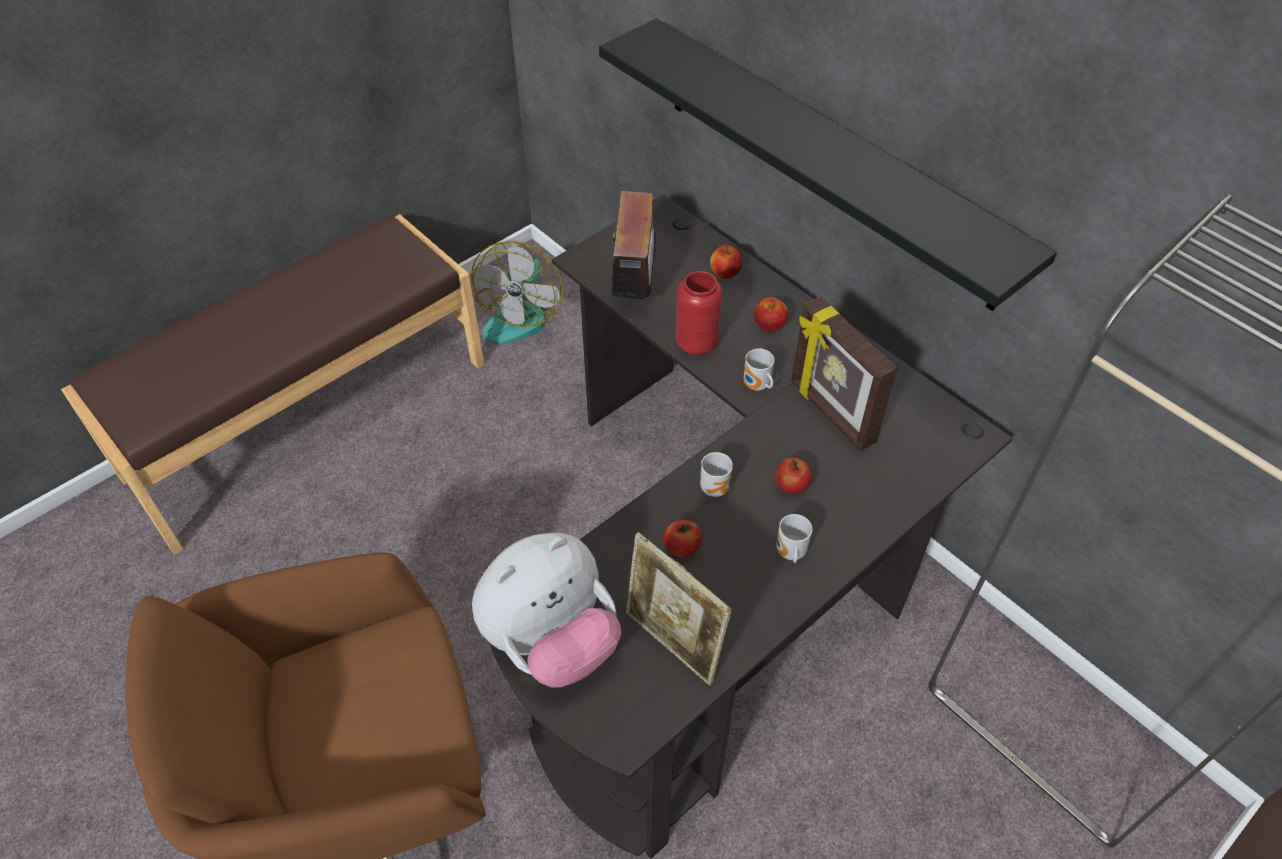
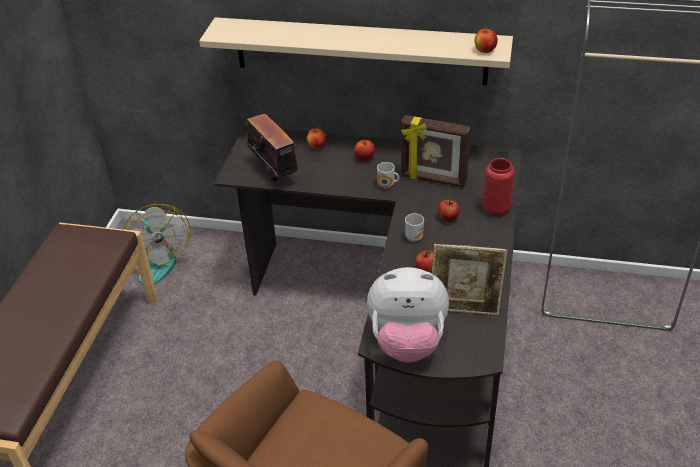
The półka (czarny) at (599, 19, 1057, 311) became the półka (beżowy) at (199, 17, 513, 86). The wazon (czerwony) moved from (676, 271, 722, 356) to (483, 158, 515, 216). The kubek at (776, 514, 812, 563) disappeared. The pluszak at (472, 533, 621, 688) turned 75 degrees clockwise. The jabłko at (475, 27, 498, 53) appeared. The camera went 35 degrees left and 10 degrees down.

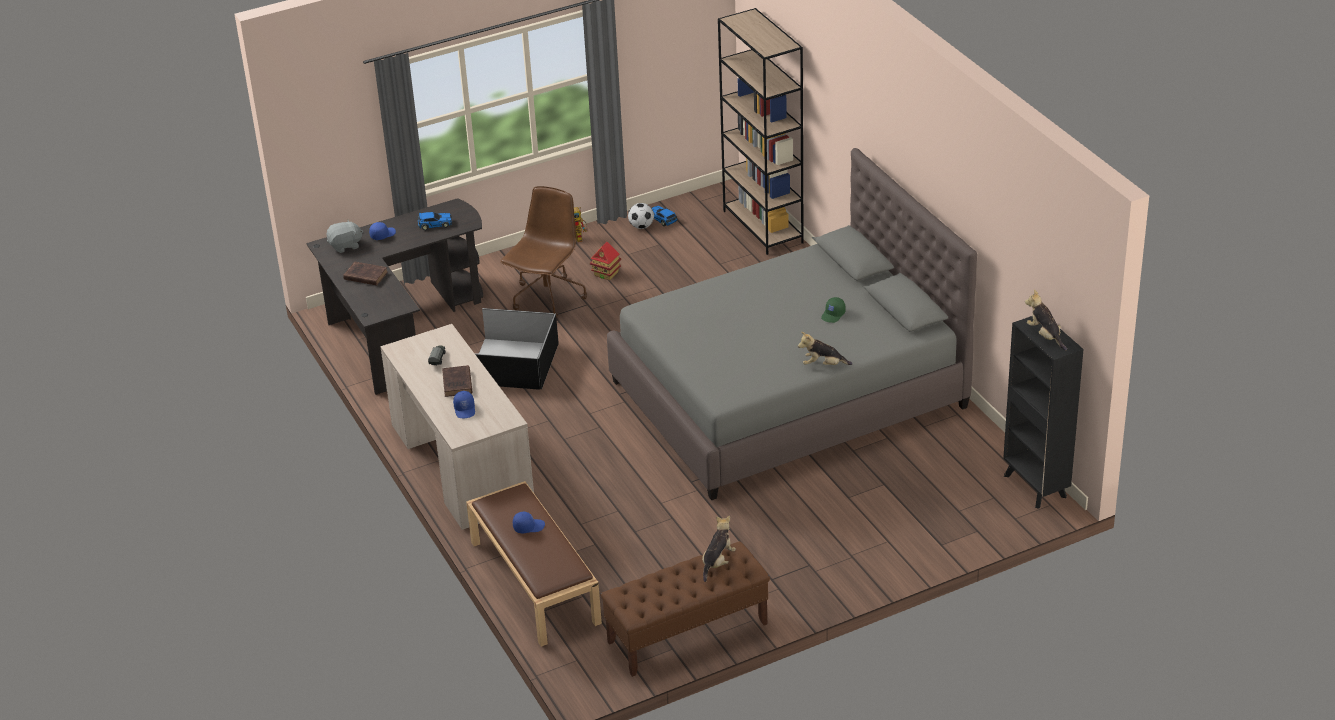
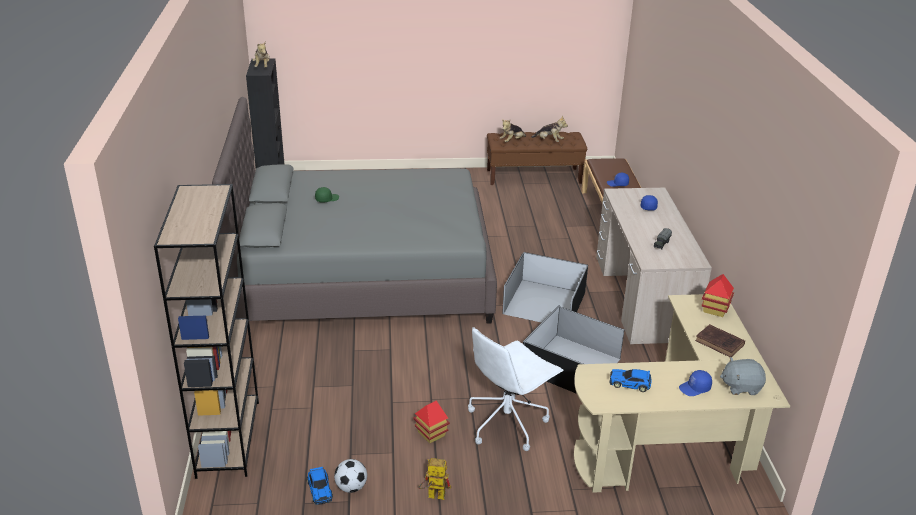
The krzesło biurowe (brązowy) at (500, 186, 587, 318) became the krzesło biurowe (biały) at (468, 327, 563, 451). The biurko (czarny) at (306, 198, 483, 395) became the biurko (beżowy) at (574, 294, 790, 493). The pluszak moved from (798, 332, 852, 365) to (531, 115, 568, 142). The książka (brązowy) at (442, 365, 472, 397) disappeared. The pojemnik do przechowywania (czarny) at (502, 252, 588, 322) appeared. The domek at (702, 274, 734, 317) appeared. The camera went 160 degrees left and 5 degrees down.

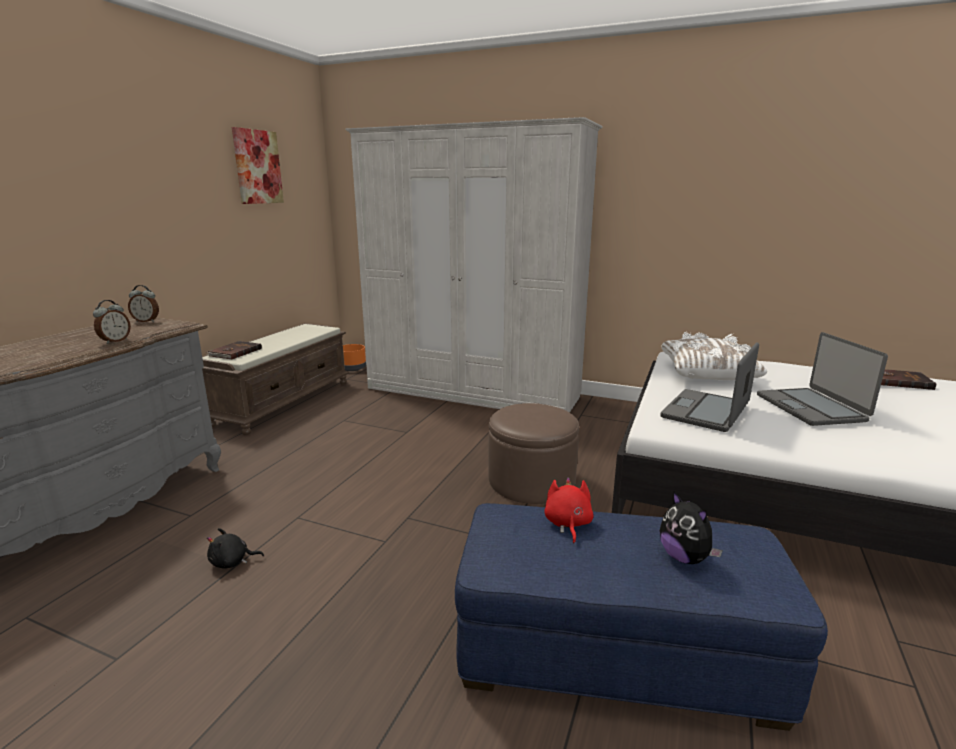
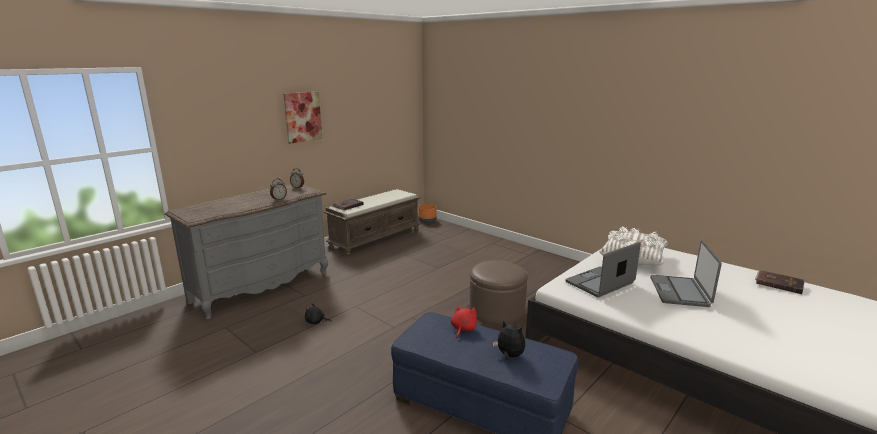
The szafa (biały) at (345, 117, 603, 413) disappeared. The obraz moved from (232, 127, 284, 204) to (283, 92, 322, 144). The pluszak at (660, 492, 723, 564) turned 135 degrees clockwise. The camera went 20 degrees right and 0 degrees up.

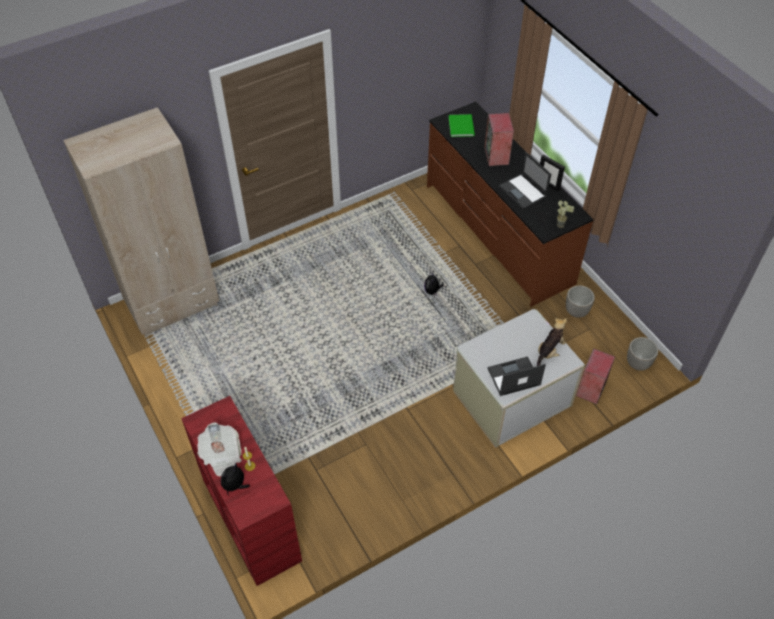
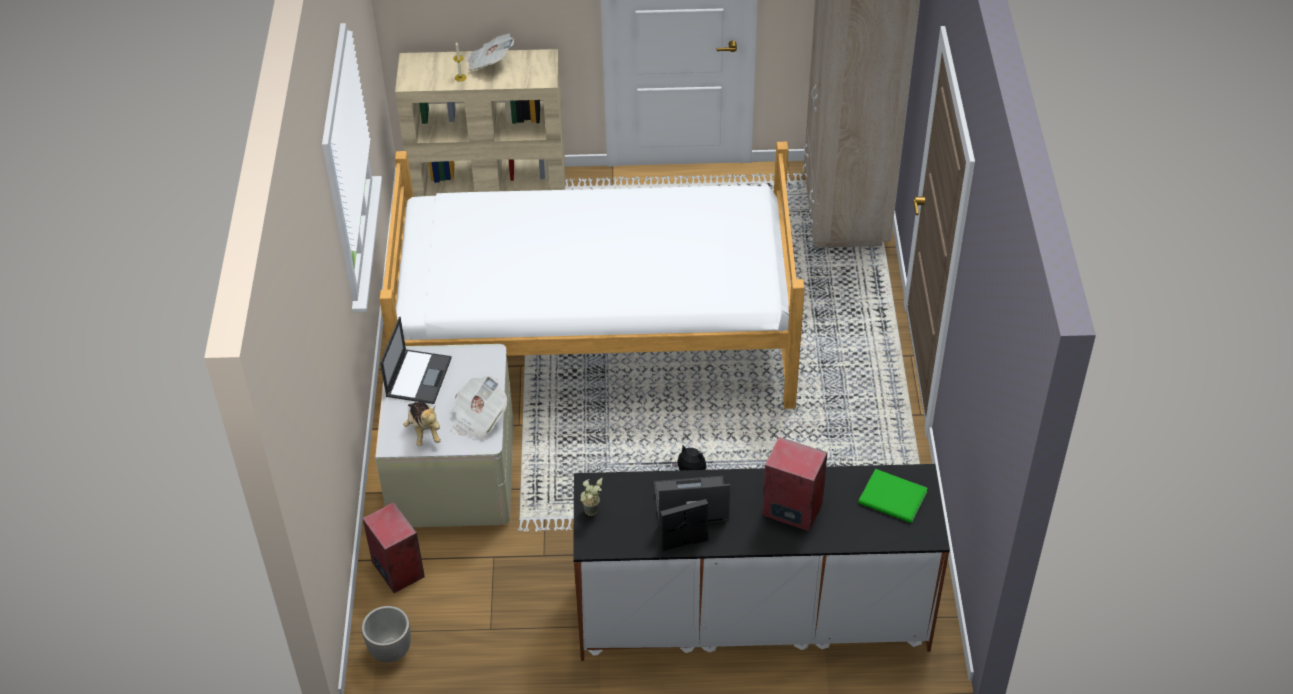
The donica at (566, 286, 595, 318) disappeared. The regał (czerwony) at (181, 396, 302, 586) became the regał (beżowy) at (395, 49, 566, 197). The pluszak at (221, 464, 250, 496) disappeared. The łóżko at (379, 142, 805, 409) appeared. The gazeta at (452, 376, 507, 438) appeared. The camera went 120 degrees right and 5 degrees down.

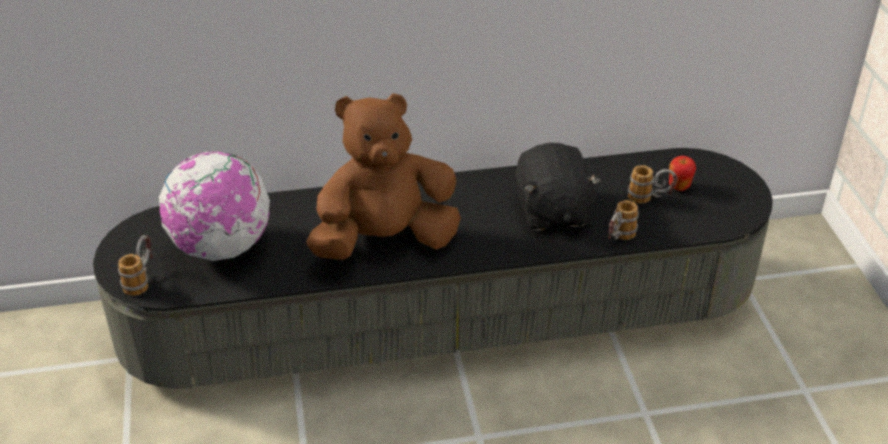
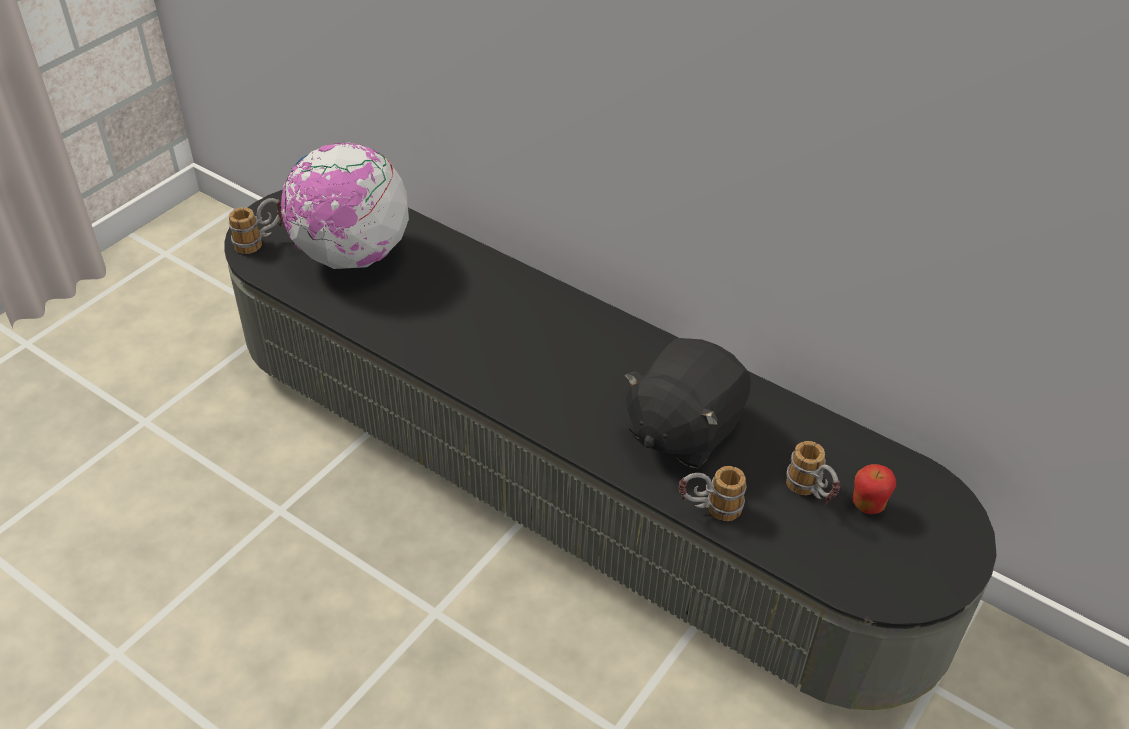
The pluszak (brązowy) at (306, 93, 461, 260) disappeared. The camera went 45 degrees right and 5 degrees up.

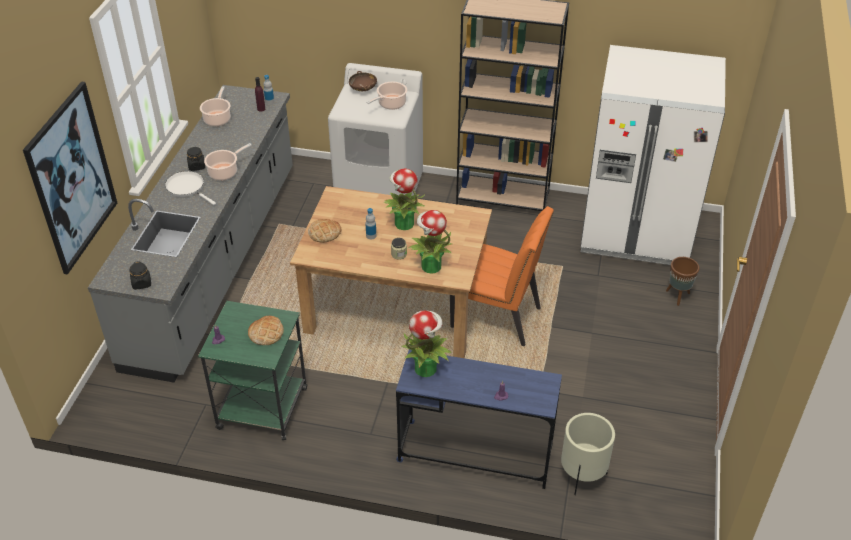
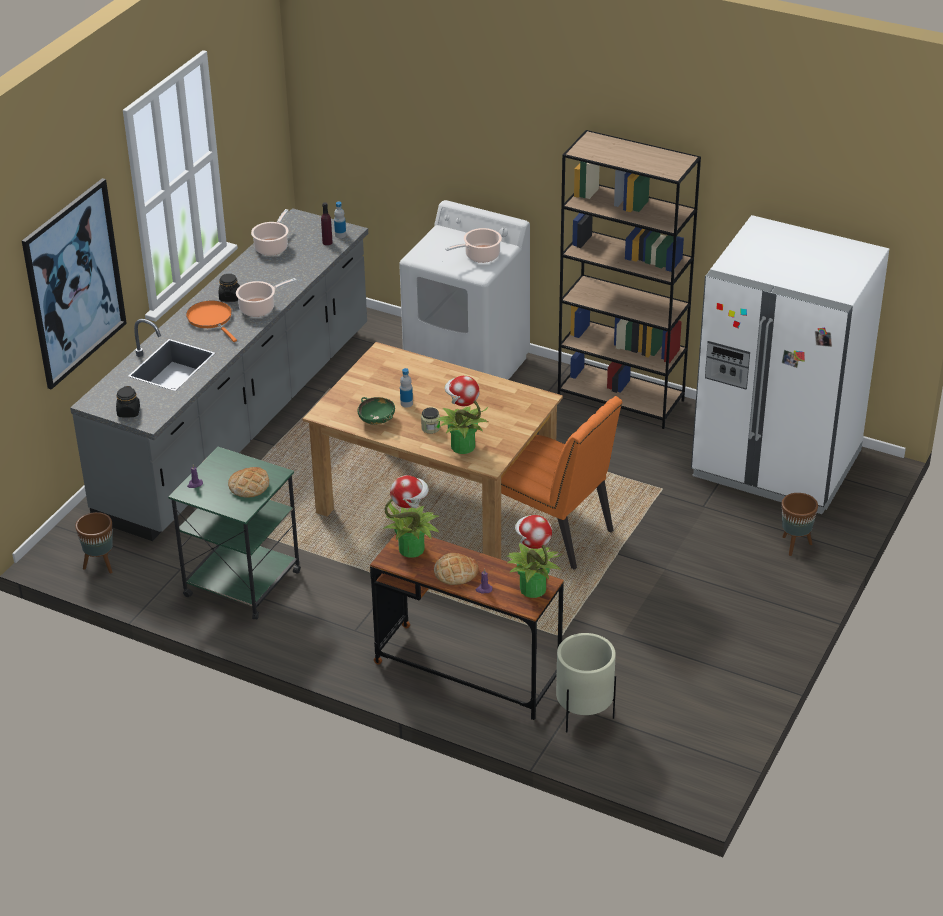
The miska (brązowy) at (349, 71, 377, 91) disappeared. The roślina doniczkowa moved from (384, 168, 425, 230) to (507, 515, 563, 598). The patelnia (biały) at (165, 171, 216, 205) became the patelnia (pomarańczowy) at (186, 300, 237, 342). The chleb moved from (308, 219, 341, 243) to (434, 553, 479, 585). The biurko (niebieski) at (396, 349, 562, 489) became the biurko (brązowy) at (370, 534, 564, 720). The miska (zielony) at (358, 397, 395, 424) appeared. The donica (brązowy) at (75, 512, 113, 573) appeared. The camera went 15 degrees right and 5 degrees down.

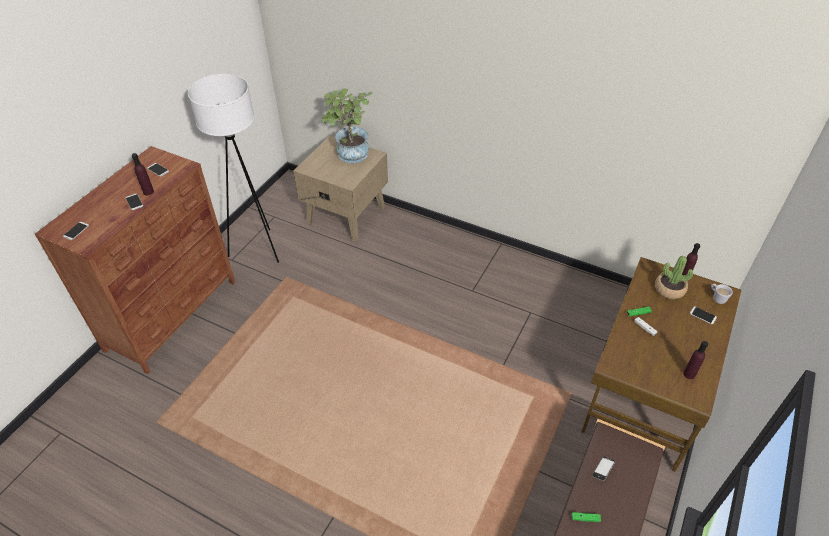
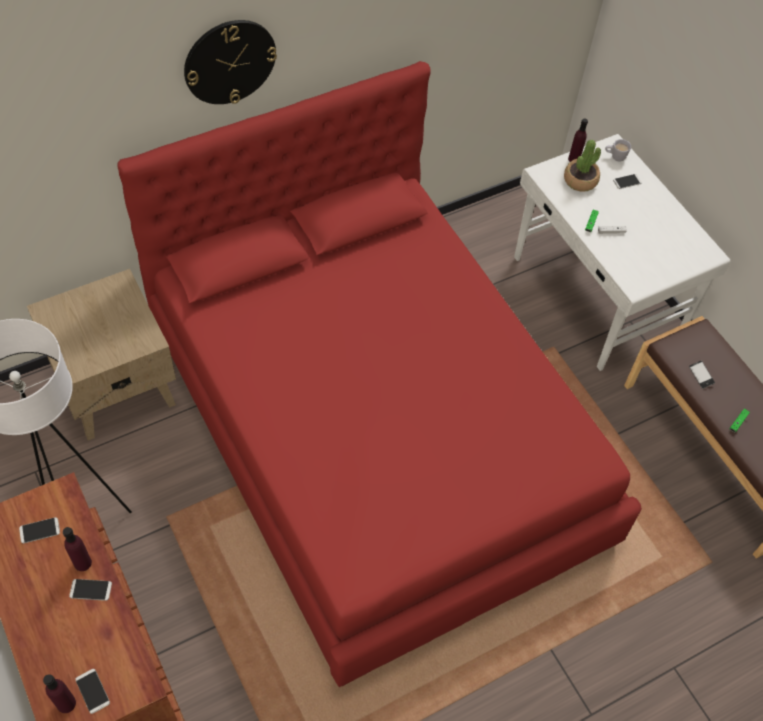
The roślina doniczkowa at (322, 89, 372, 163) disappeared. The biurko (brązowy) at (582, 257, 741, 472) became the biurko (biały) at (514, 134, 730, 371). The butelka (fioletowy) moved from (683, 341, 708, 379) to (43, 674, 76, 713). The zegar ścienny at (184, 20, 277, 104) appeared. The łóżko (czerwony) at (117, 61, 642, 687) appeared. The camera went 60 degrees left and 10 degrees up.

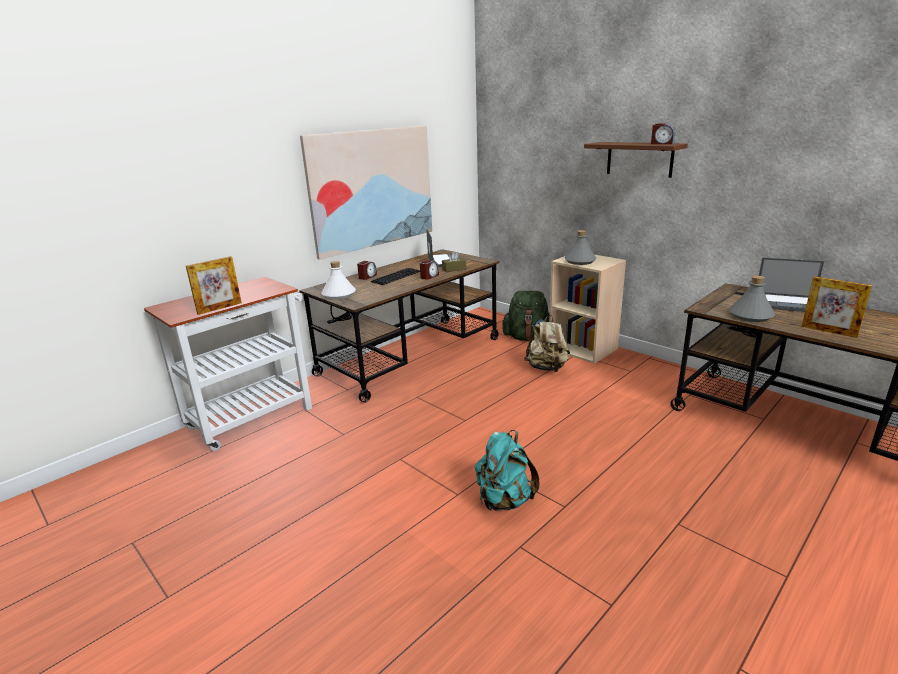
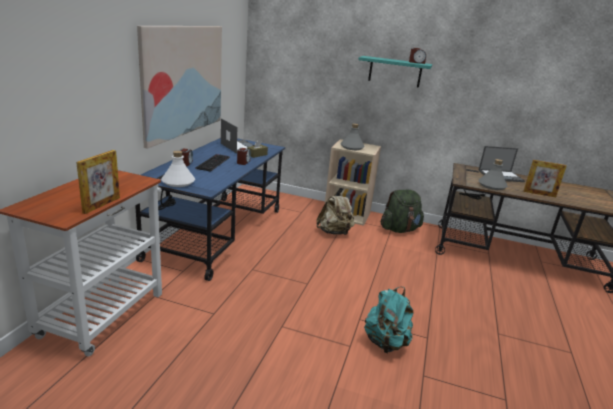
The półka (brązowy) at (584, 142, 688, 178) became the półka (turkusowy) at (358, 56, 432, 87). The biurko (brązowy) at (299, 249, 499, 403) became the biurko (niebieski) at (135, 138, 285, 281). The plecak (zielony) moved from (502, 291, 550, 341) to (381, 190, 424, 233). The camera went 30 degrees left and 0 degrees up.

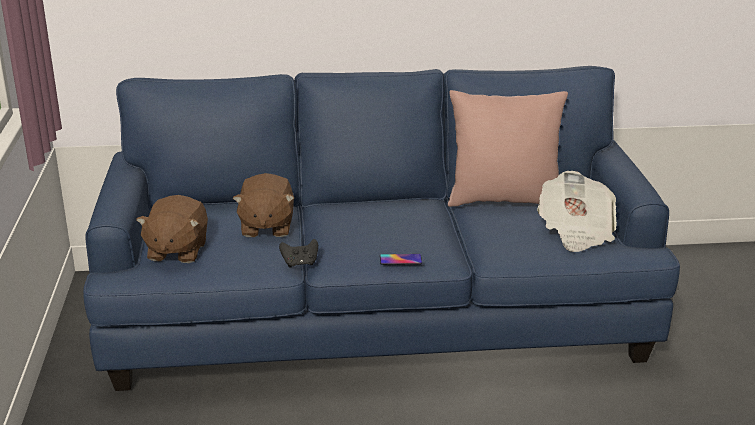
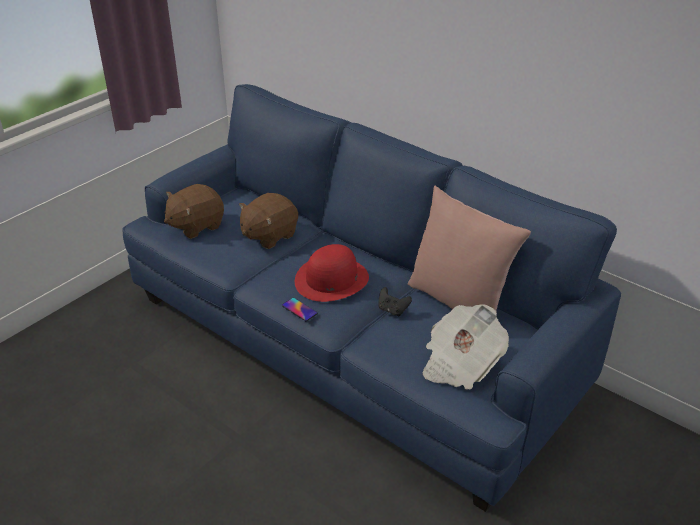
The pad do gier (czarny) moved from (279, 239, 318, 268) to (378, 287, 412, 316). The kapelusz (czerwony) at (295, 244, 369, 302) appeared. The camera went 45 degrees right and 10 degrees up.

